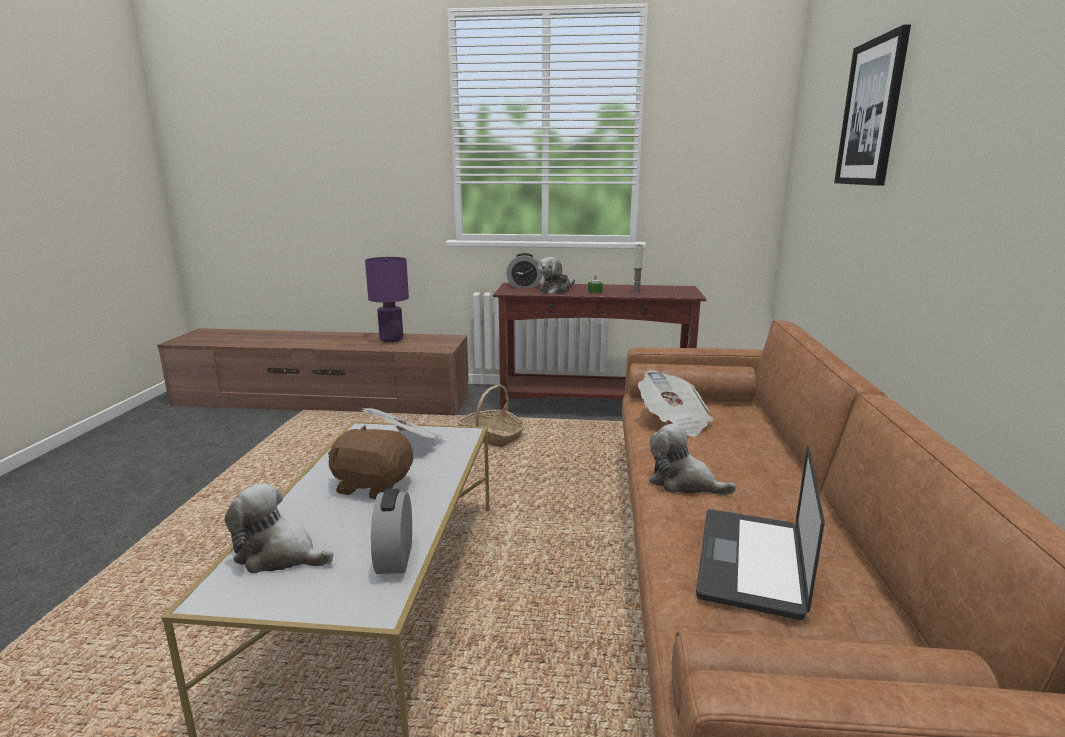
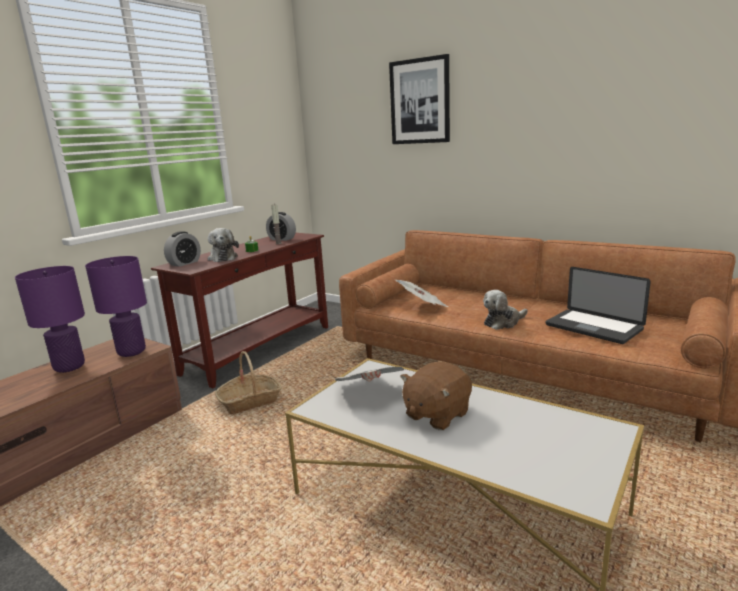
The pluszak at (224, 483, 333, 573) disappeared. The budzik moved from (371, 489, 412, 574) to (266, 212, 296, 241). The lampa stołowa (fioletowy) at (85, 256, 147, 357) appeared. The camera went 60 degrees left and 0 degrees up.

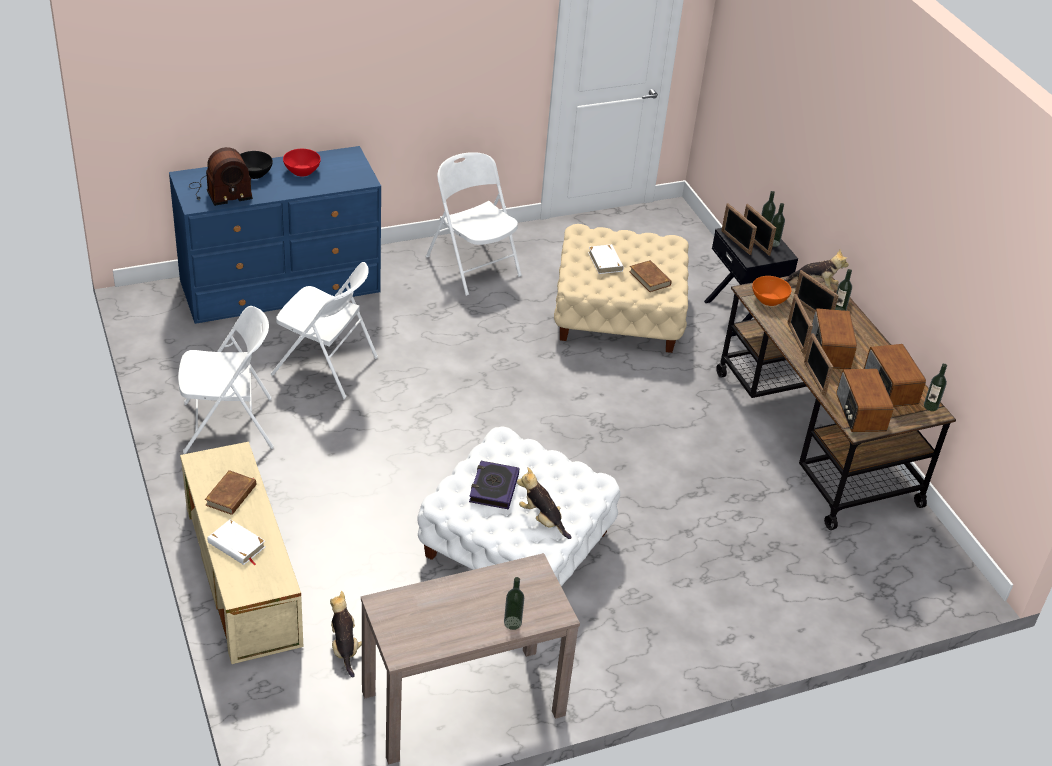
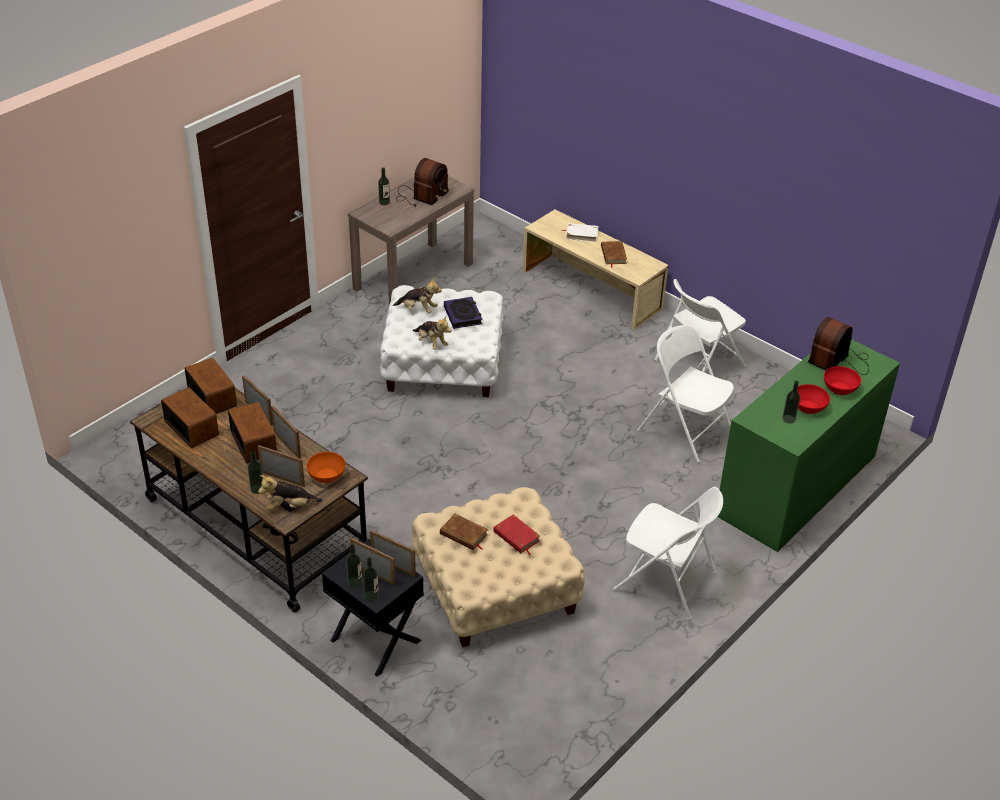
The komoda (niebieski) at (169, 146, 381, 324) became the komoda (zielony) at (717, 339, 900, 552). The miska (czarny) at (240, 151, 273, 179) became the miska (czerwony) at (824, 366, 861, 395). The książka (biały) at (588, 244, 624, 274) became the książka (czerwony) at (493, 515, 540, 555). The krzesło (biały) at (271, 262, 378, 399) turned 45 degrees clockwise. The butelka moved from (924, 364, 947, 411) to (782, 381, 800, 424). The pluszak moved from (330, 591, 362, 677) to (413, 317, 452, 350). The radio at (396, 158, 449, 207) appeared. The camera went 155 degrees right and 0 degrees up.

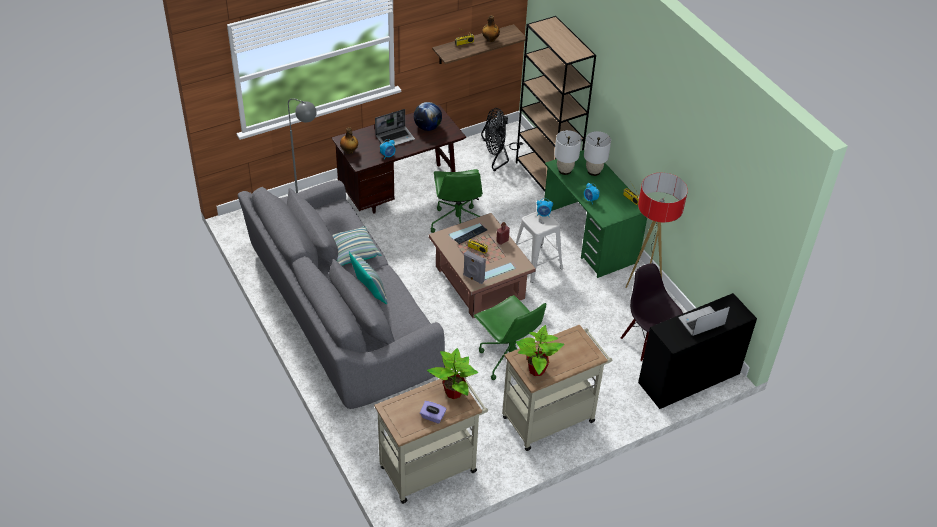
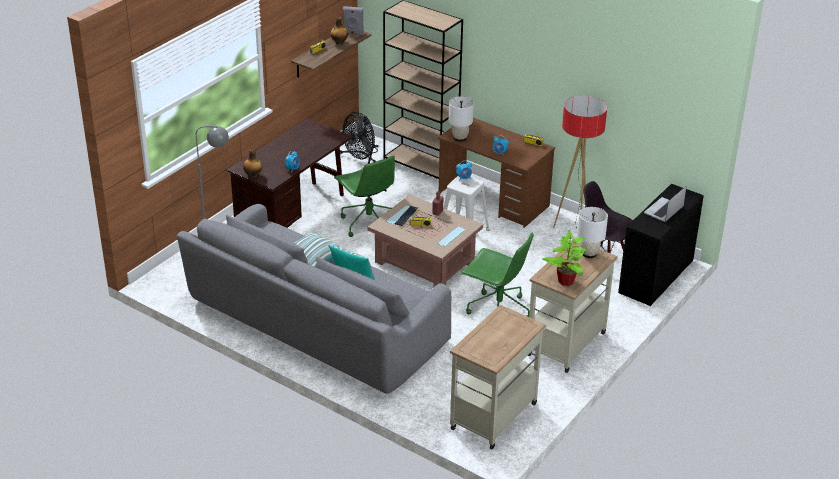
The globus at (414, 102, 442, 131) disappeared. The laptop at (375, 109, 415, 146) disappeared. The lampa stołowa (biały) moved from (584, 131, 611, 176) to (577, 207, 608, 258). The biurko (zielony) at (544, 150, 647, 278) became the biurko (brązowy) at (438, 118, 555, 228). The głośnik (szary) moved from (463, 250, 486, 284) to (343, 6, 363, 35). The roślina doniczkowa at (427, 348, 479, 399) disappeared. The pudełko chusteczek (fioletowy) at (420, 401, 446, 424) disappeared. The camera went 25 degrees left and 10 degrees down.

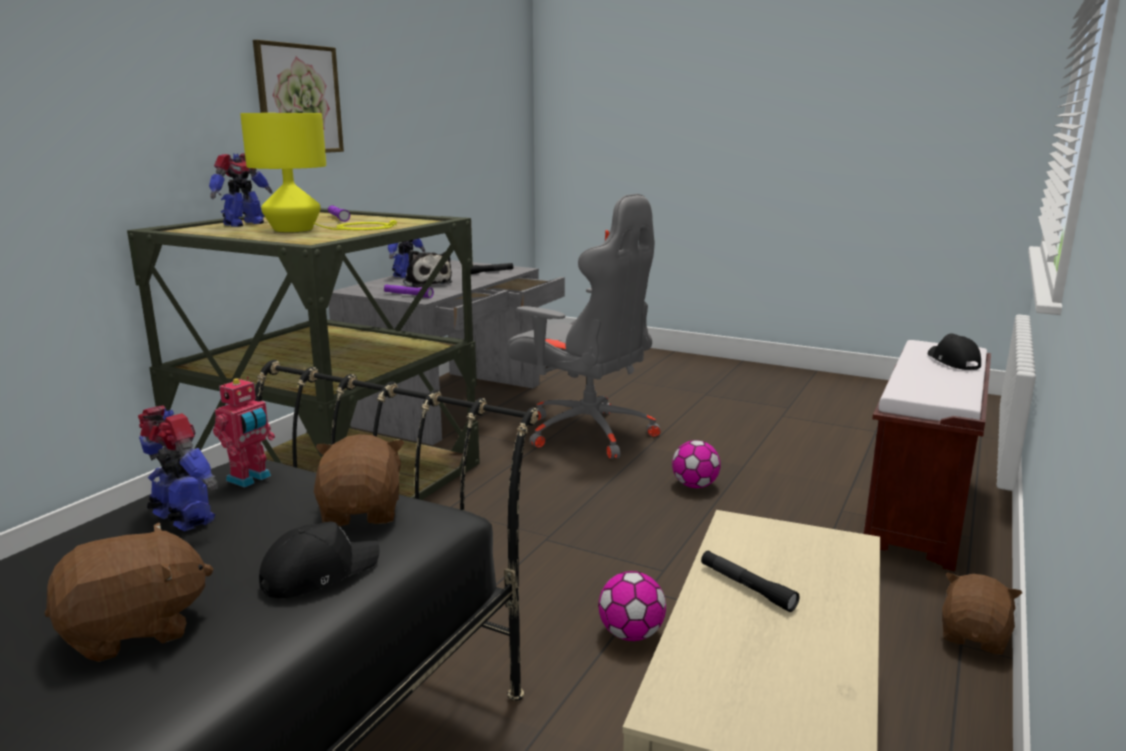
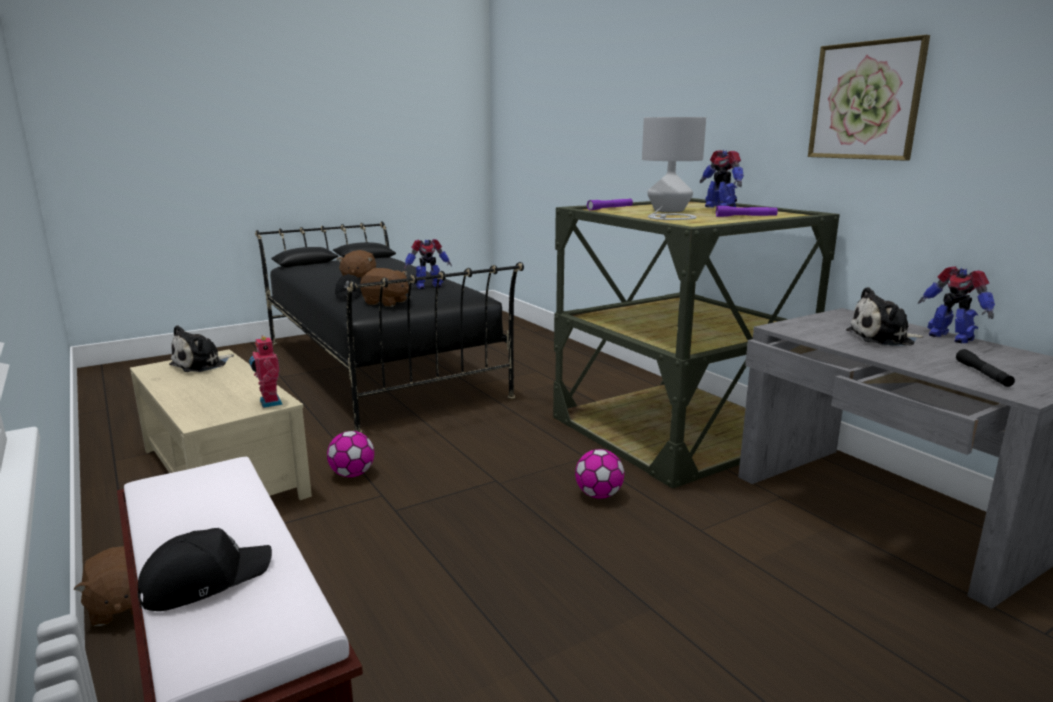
The lampa stołowa (żółty) at (240, 113, 397, 233) became the lampa stołowa (szary) at (642, 117, 706, 220). The krzesło biurowe (szary) at (507, 194, 661, 459) disappeared. The latarka (fioletowy) moved from (384, 284, 434, 298) to (587, 199, 633, 210). The czapka z daszkiem (czarny) at (928, 333, 981, 370) turned 60 degrees counterclockwise. The robot zabawkowy moved from (213, 377, 275, 488) to (249, 335, 283, 408). The piłka futbolowa moved from (672, 440, 721, 488) to (575, 449, 624, 499). The latarka (czarny) at (701, 551, 799, 612) disappeared. The pluszak at (169, 325, 234, 372) appeared. The camera went 120 degrees right and 0 degrees up.

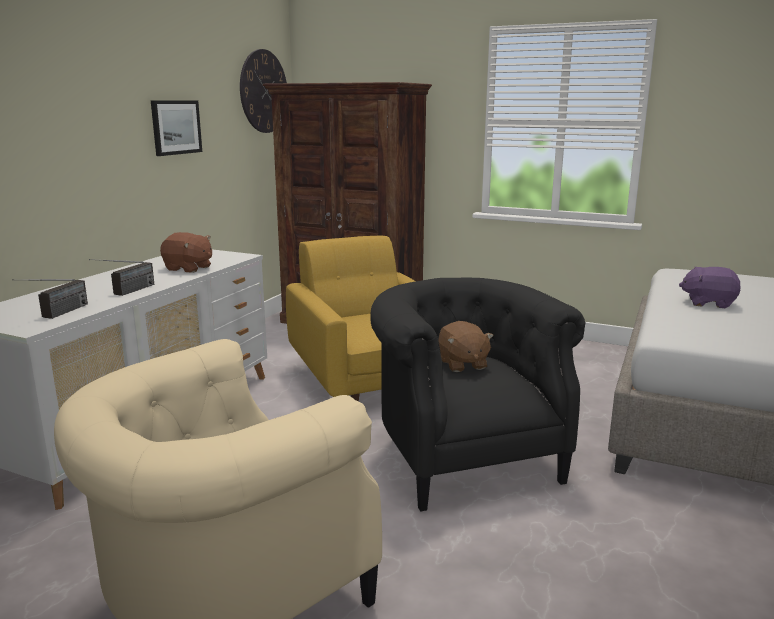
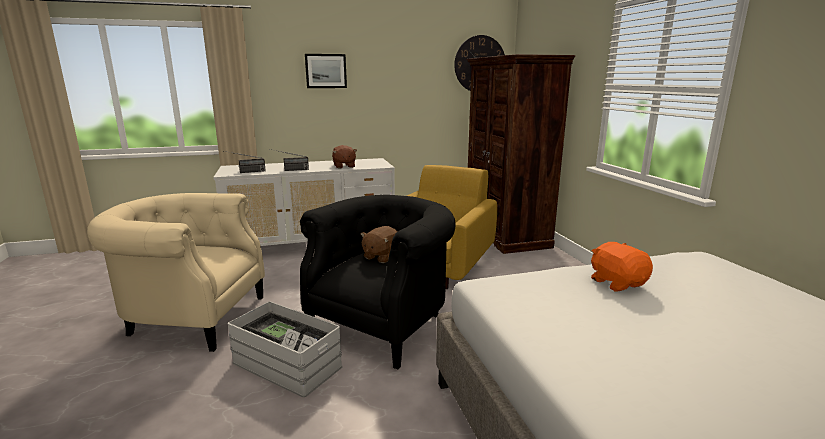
The obraz moved from (151, 100, 202, 156) to (305, 54, 347, 88). The pluszak (fioletowy) at (679, 267, 741, 308) became the pluszak (pomarańczowy) at (591, 242, 653, 292). The pojemnik do przechowywania (szary) at (228, 301, 342, 397) appeared. The camera went 50 degrees right and 0 degrees up.

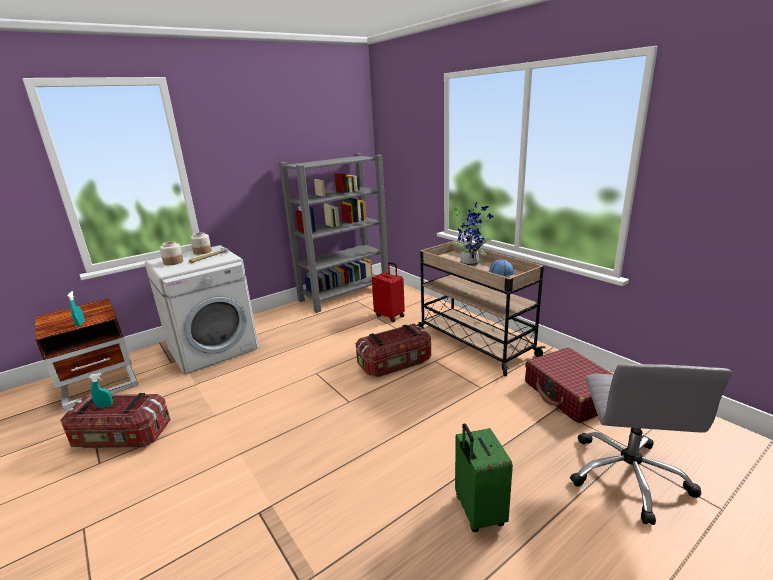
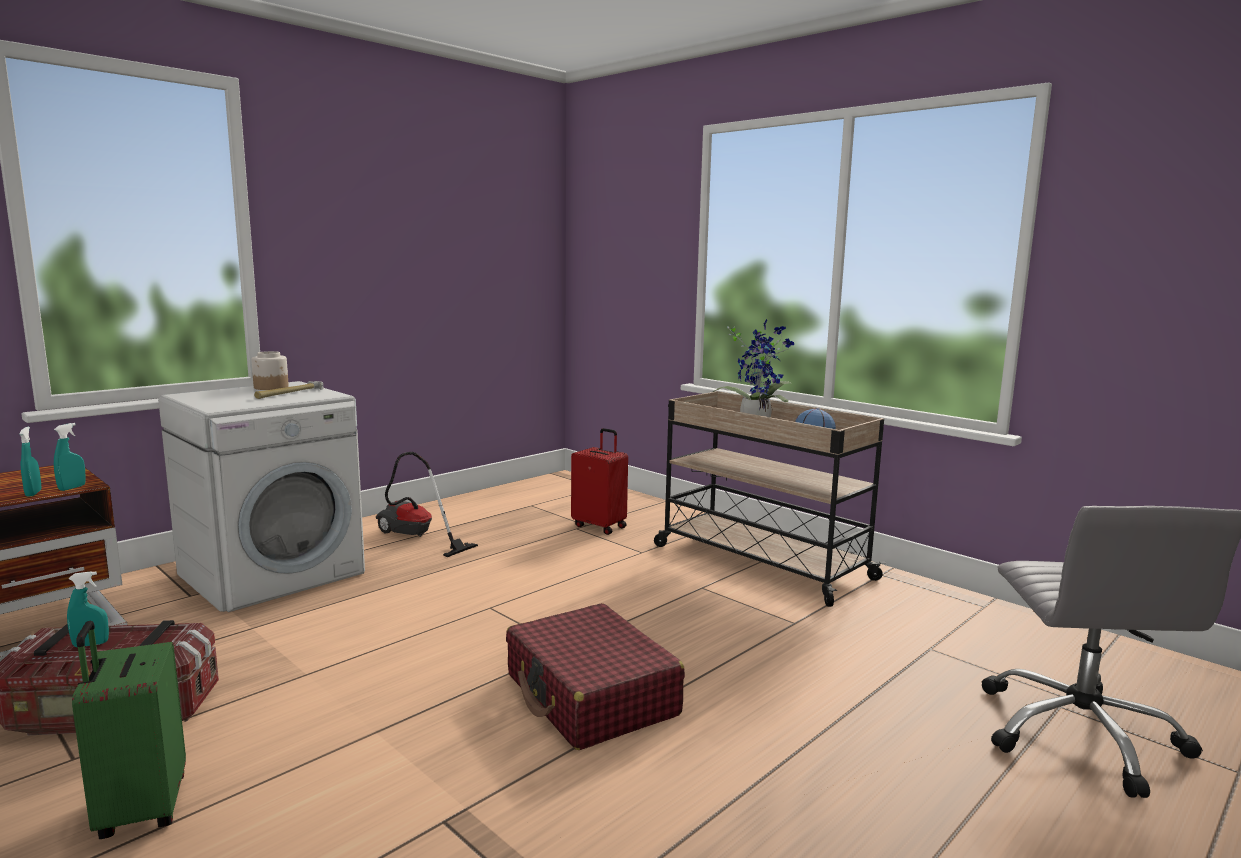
The regał (szary) at (279, 153, 388, 313) disappeared. The słoik at (160, 241, 183, 265) disappeared. The pojemnik do przechowywania at (356, 324, 431, 377) disappeared. The walizka (czerwony) moved from (525, 348, 613, 423) to (506, 603, 685, 750). The walizka (zielony) moved from (455, 424, 513, 532) to (72, 621, 186, 839). The spryskiwacz (turkusowy) at (54, 423, 86, 491) appeared. The odkurzacz at (376, 452, 478, 557) appeared. The camera went 10 degrees left and 10 degrees down.

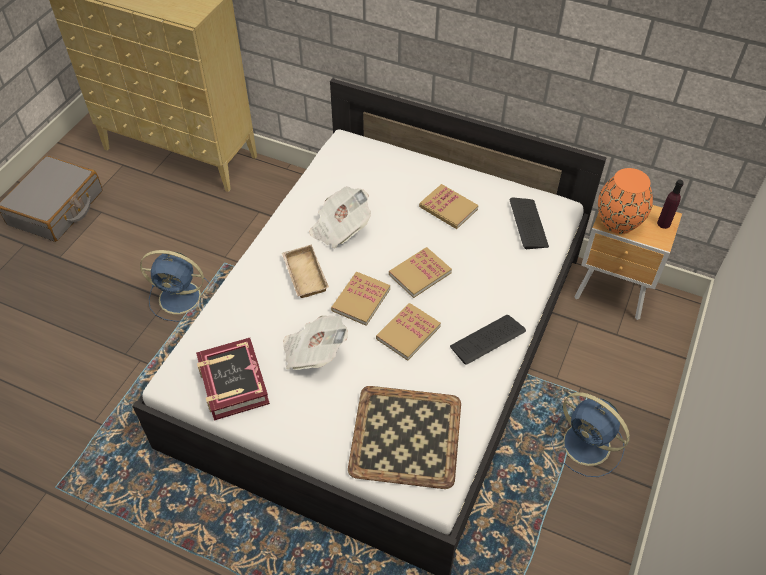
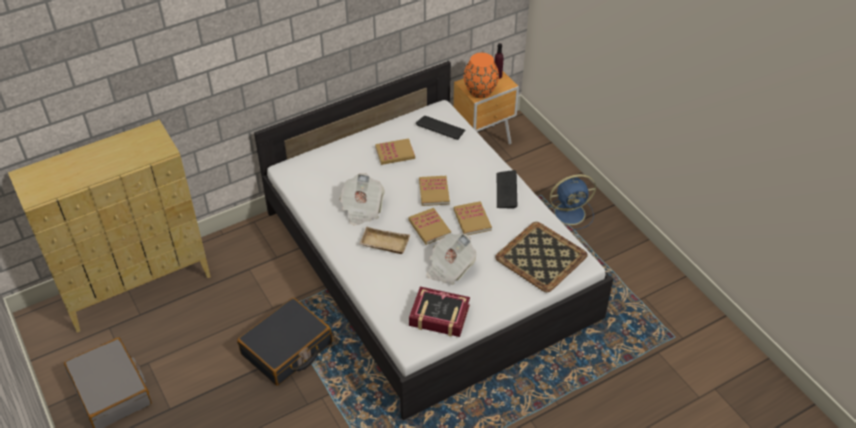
The wentylator (niebieski) at (140, 250, 210, 322) was replaced by the walizka (czarny) at (237, 297, 332, 386). The camera went 55 degrees left and 5 degrees down.

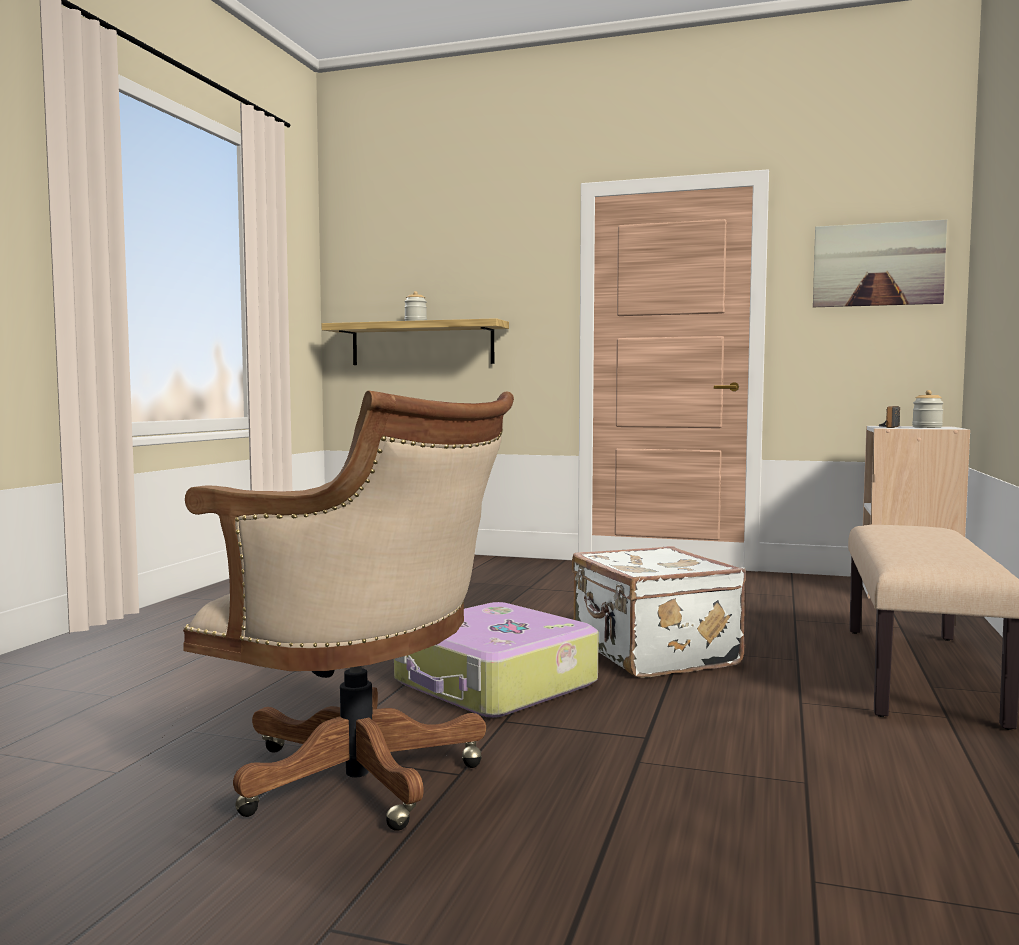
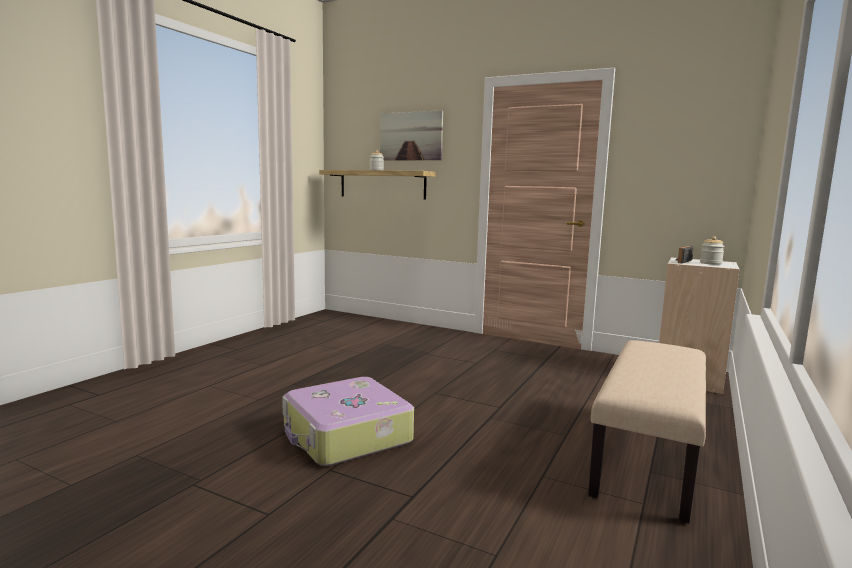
The obraz moved from (813, 219, 947, 307) to (380, 111, 443, 160). The krzesło biurowe at (183, 391, 514, 831) disappeared. The walizka (biały) at (572, 546, 746, 678) disappeared. The camera went 10 degrees right and 5 degrees up.

